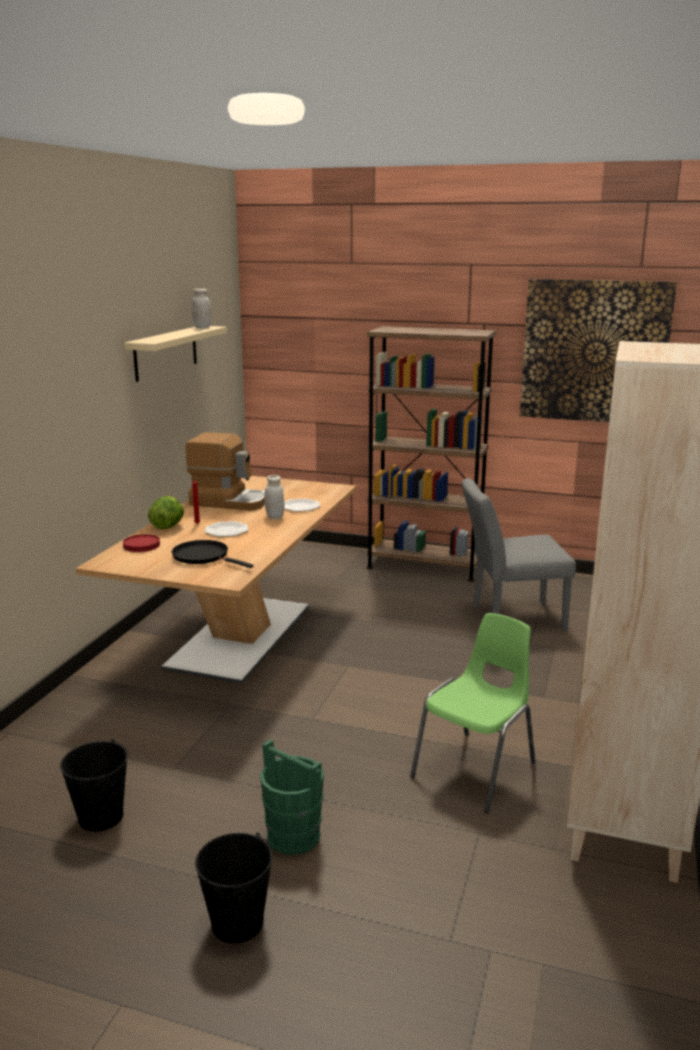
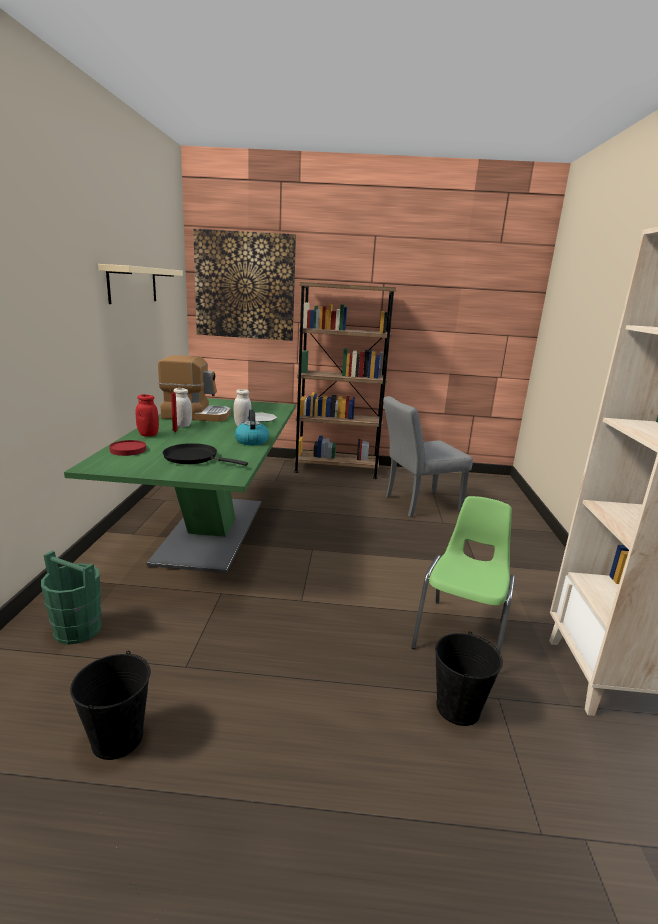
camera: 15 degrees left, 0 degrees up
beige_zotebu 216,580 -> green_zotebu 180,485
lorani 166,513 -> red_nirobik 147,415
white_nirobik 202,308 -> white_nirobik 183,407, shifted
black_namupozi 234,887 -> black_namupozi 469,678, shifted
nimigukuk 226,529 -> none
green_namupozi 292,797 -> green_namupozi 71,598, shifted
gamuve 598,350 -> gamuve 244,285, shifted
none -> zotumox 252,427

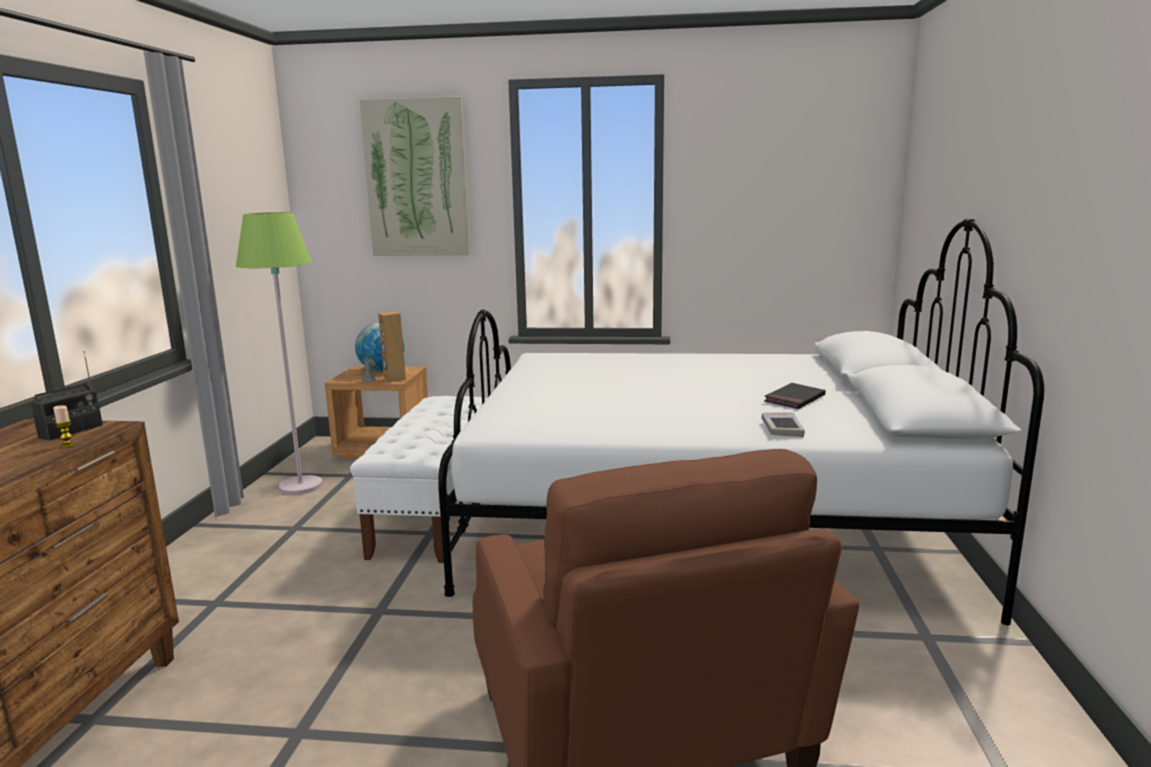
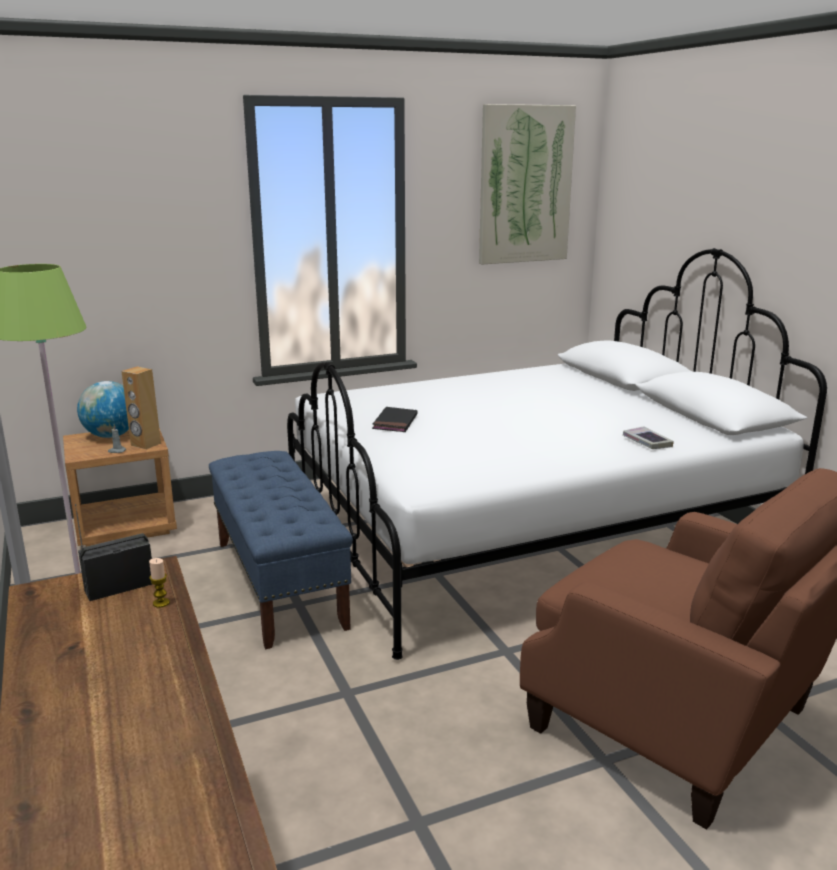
camera: 30 degrees left, 5 degrees up
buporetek 67,396 -> buporetek 113,552, 120 degrees counterclockwise
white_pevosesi 418,479 -> blue_pevosesi 281,550
gamuve 415,176 -> gamuve 527,184, shifted
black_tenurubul 795,396 -> black_tenurubul 395,419, shifted

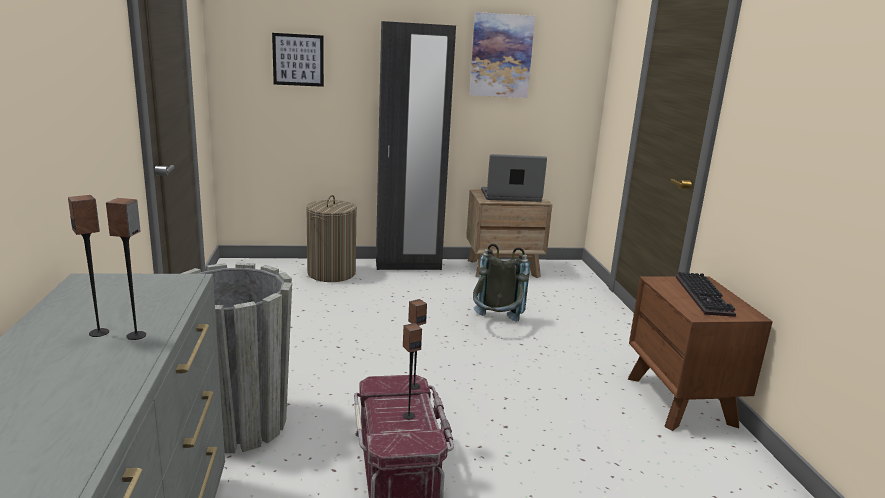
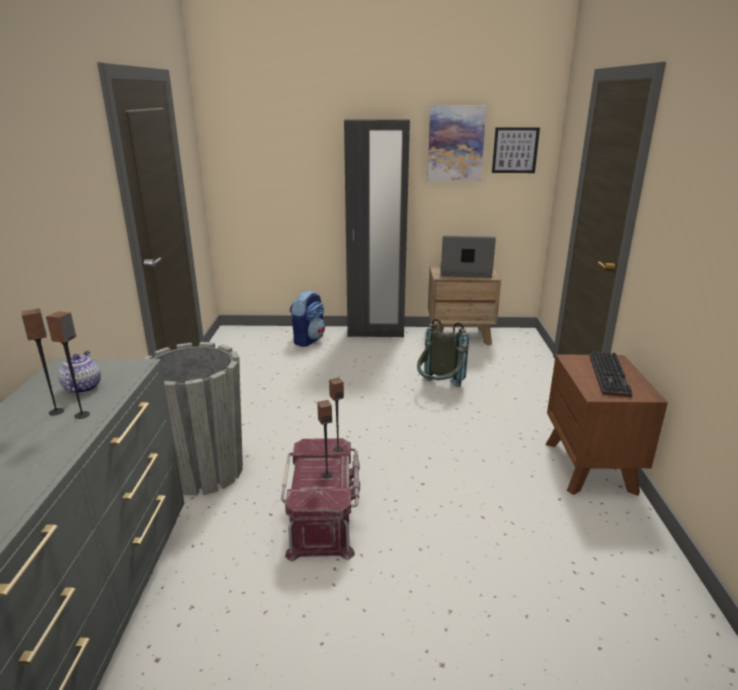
camera: 10 degrees right, 5 degrees up
gamuve 298,60 -> gamuve 516,150, shifted
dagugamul 331,238 -> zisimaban 307,318
none -> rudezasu 79,372

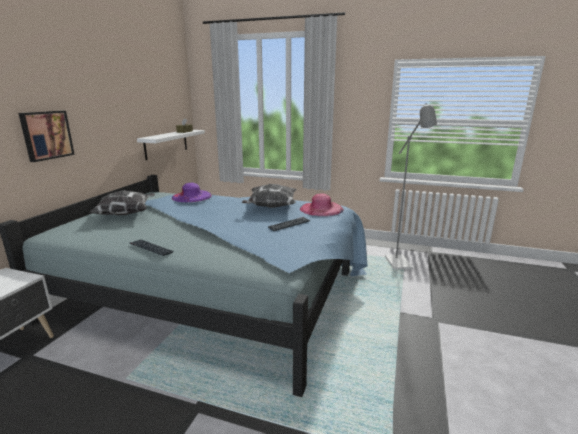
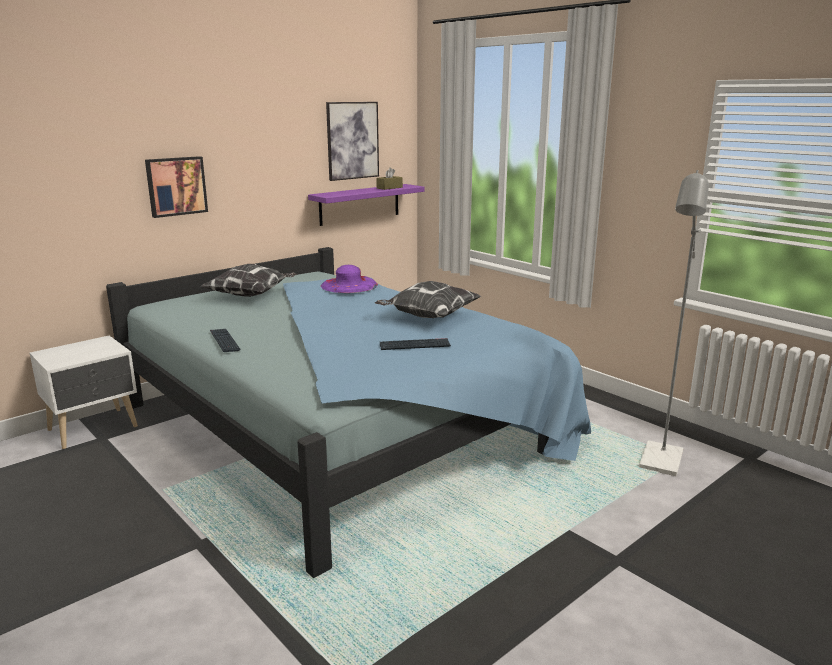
camera: 30 degrees right, 0 degrees up
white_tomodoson 171,145 -> purple_tomodoson 366,205
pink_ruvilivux 322,204 -> none
none -> gamuve 352,141

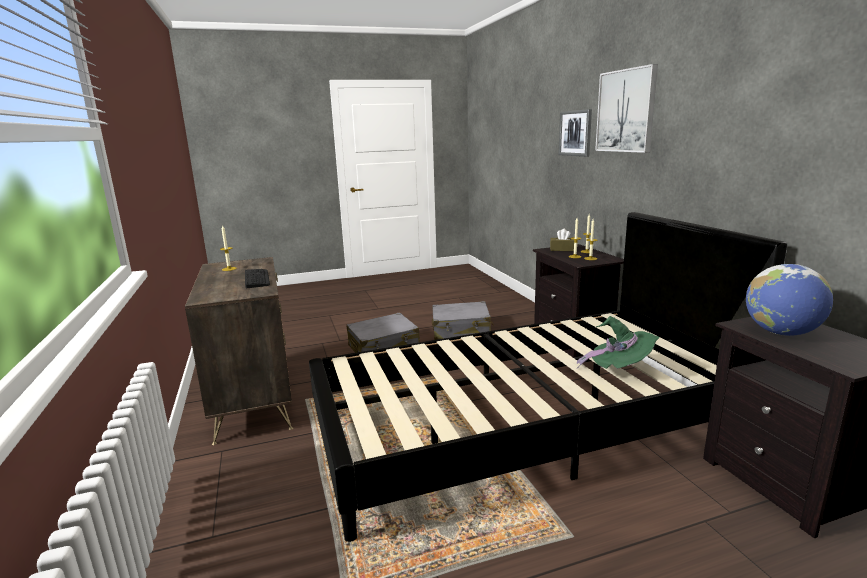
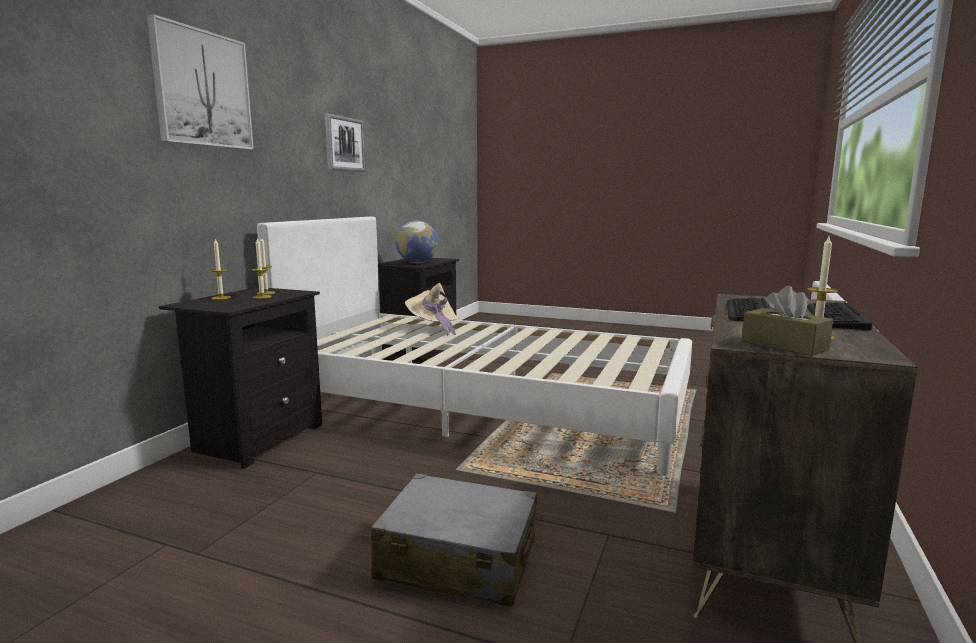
camera: 140 degrees left, 5 degrees down
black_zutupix 548,377 -> white_zutupix 474,346
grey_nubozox 463,320 -> none
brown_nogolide 562,240 -> brown_nogolide 787,321, shifted
gamuve 575,133 -> gamuve 345,143, shifted
green_ruvilivux 618,342 -> beige_ruvilivux 432,309
none -> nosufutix 840,316

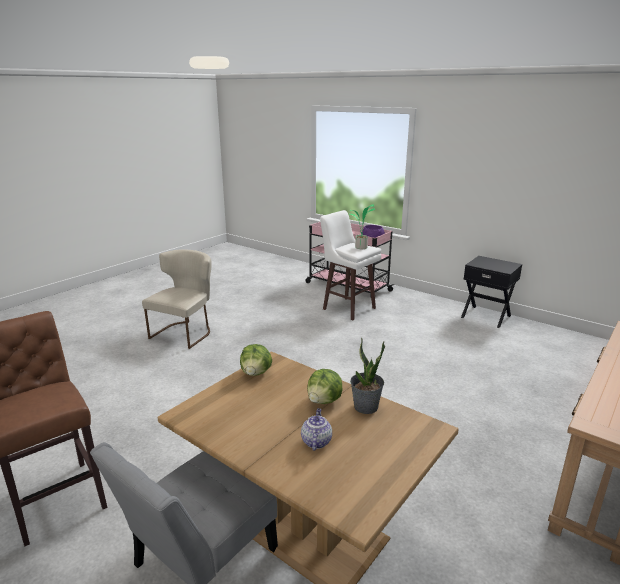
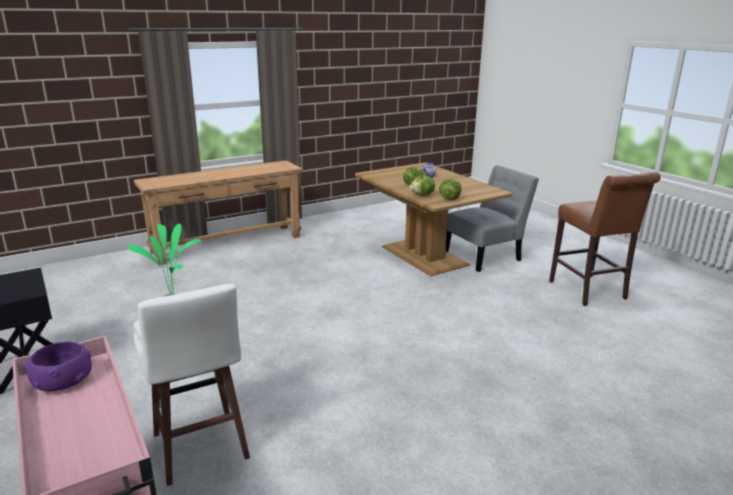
camera: 160 degrees left, 0 degrees up
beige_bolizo 177,299 -> none
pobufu 367,375 -> none
none -> lorani 422,185

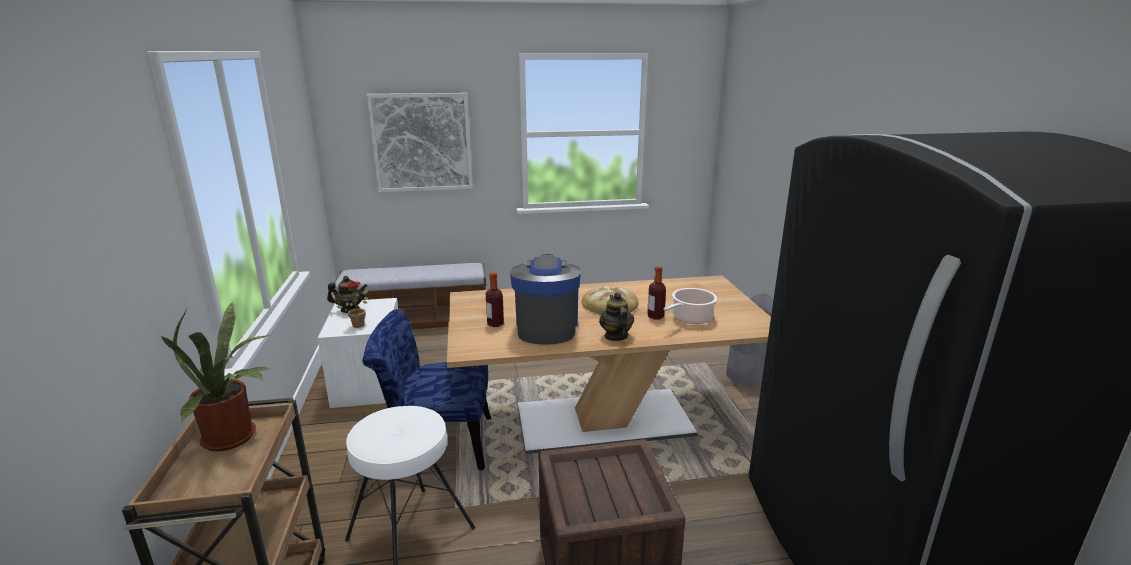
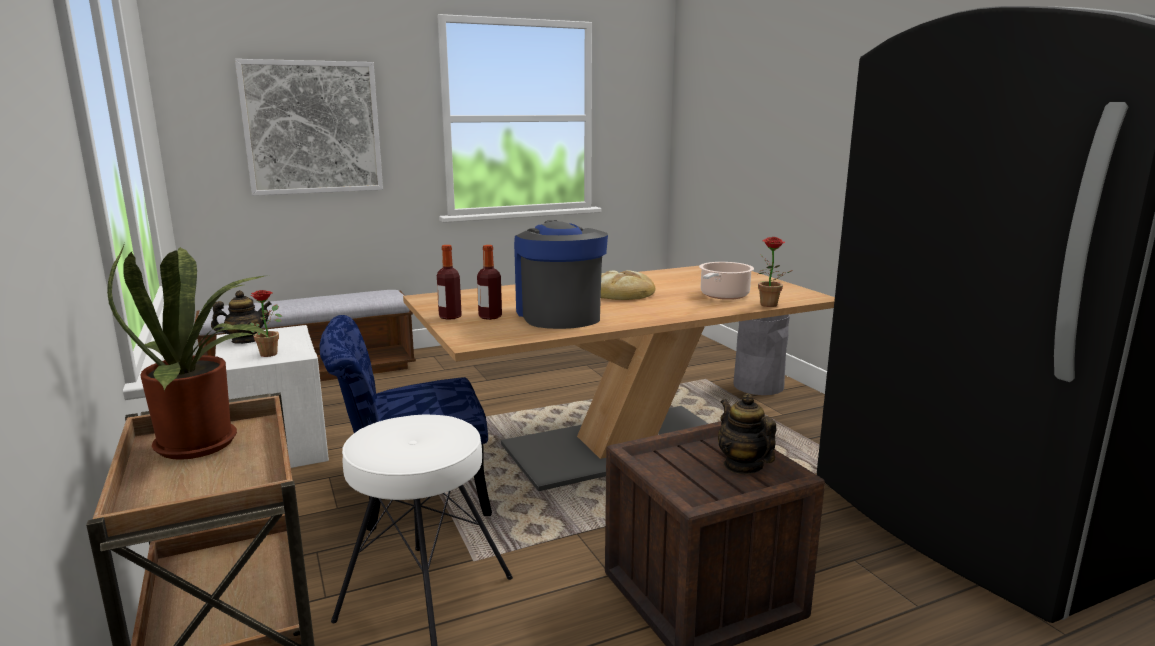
camera: 15 degrees left, 5 degrees down
rudezasu 616,316 -> rudezasu 747,433, shifted
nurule 656,293 -> nurule 449,282, shifted
none -> pobufu 775,272

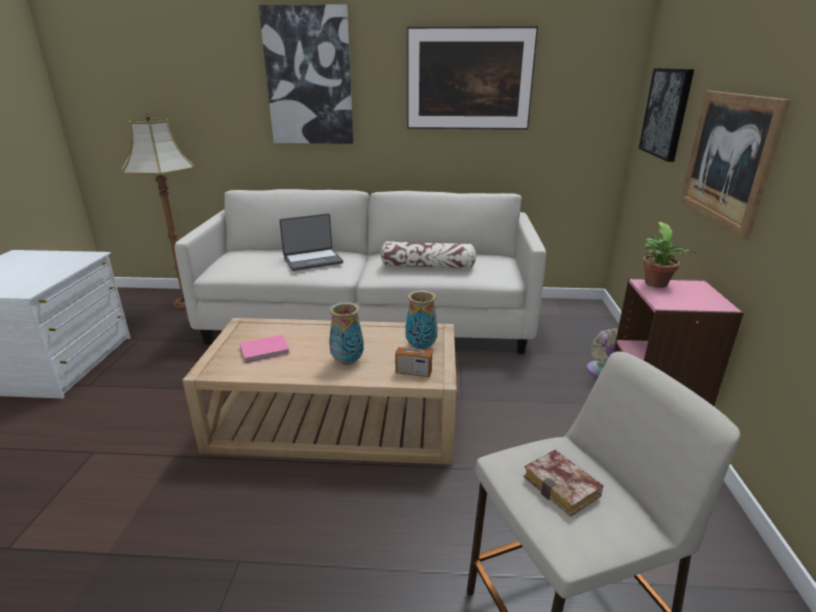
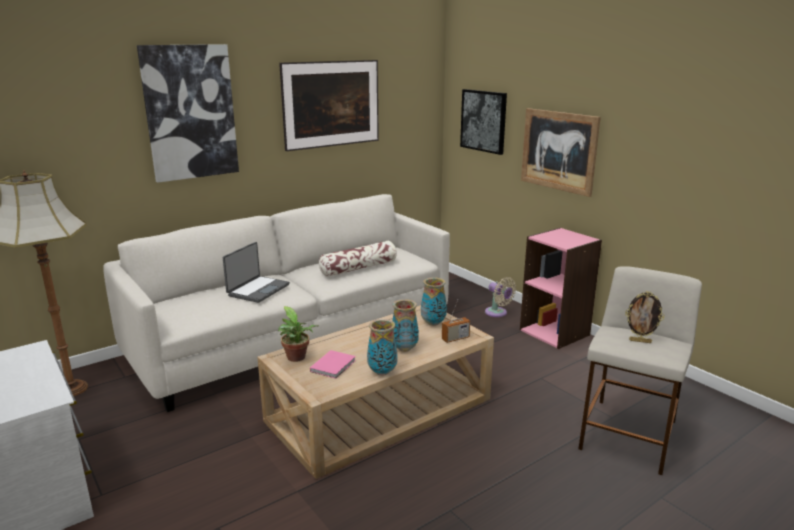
camera: 40 degrees left, 5 degrees down
tenurubul 563,483 -> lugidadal 645,317
pobufu 669,255 -> pobufu 298,334, shifted
none -> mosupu 382,347

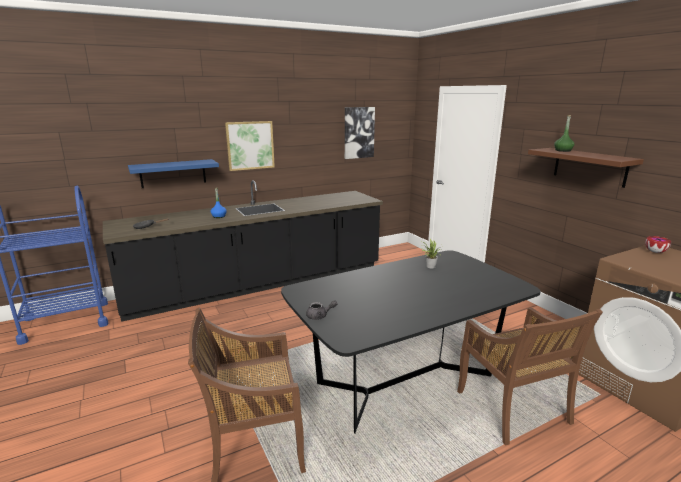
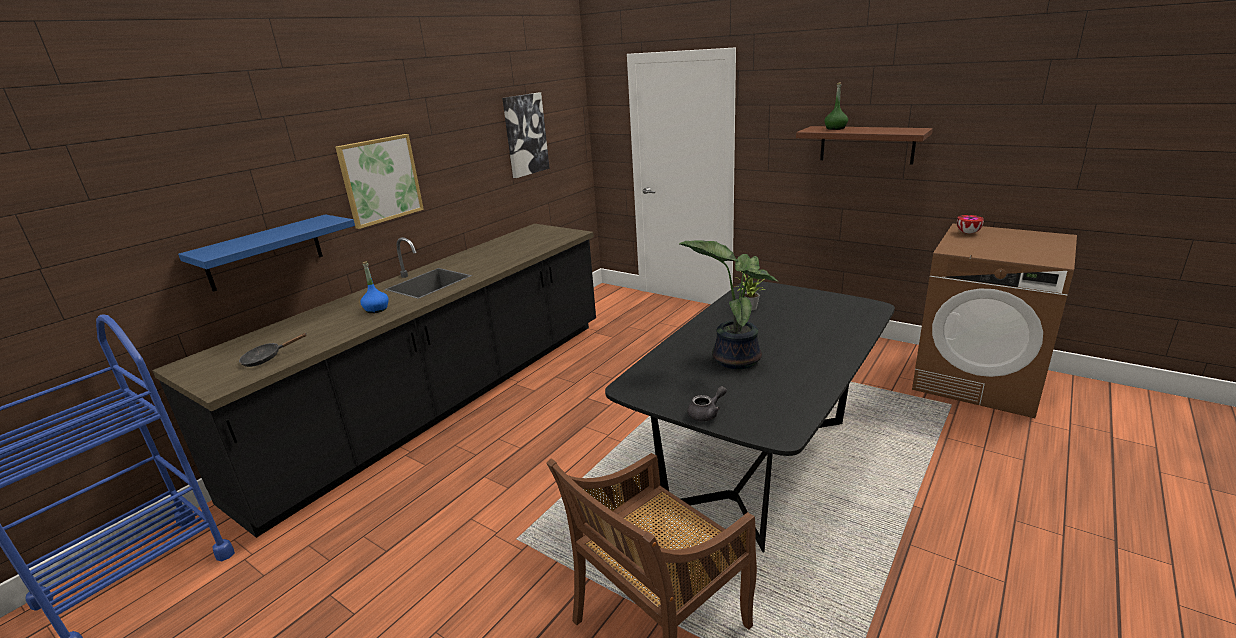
camera: 25 degrees left, 5 degrees up
brown_bolizo 530,376 -> none
none -> pobufu 729,305

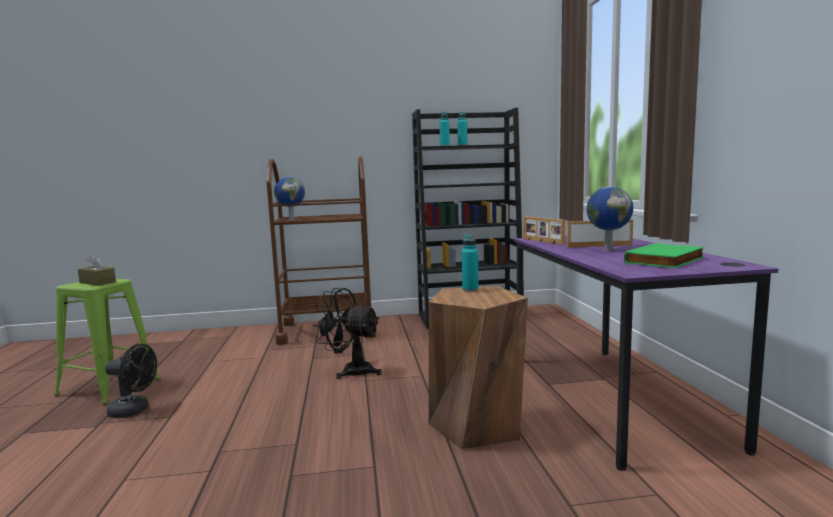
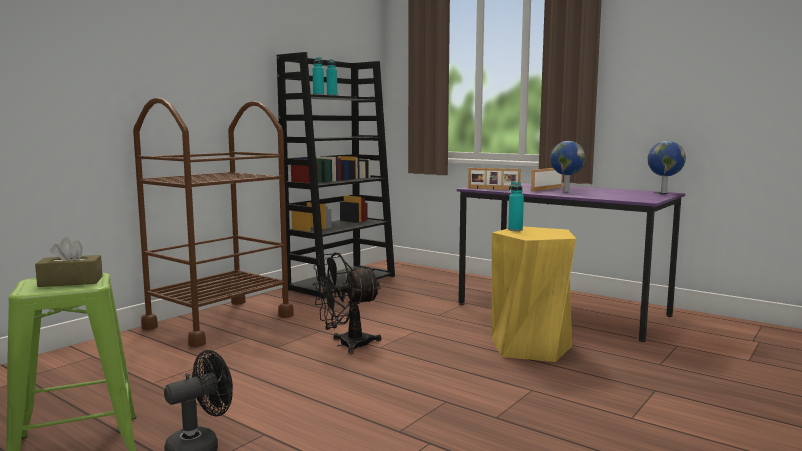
camera: 45 degrees left, 0 degrees up
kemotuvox 289,199 -> kemotuvox 666,167, shifted
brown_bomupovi 478,368 -> yellow_bomupovi 534,294
green_tenurubul 664,255 -> none

